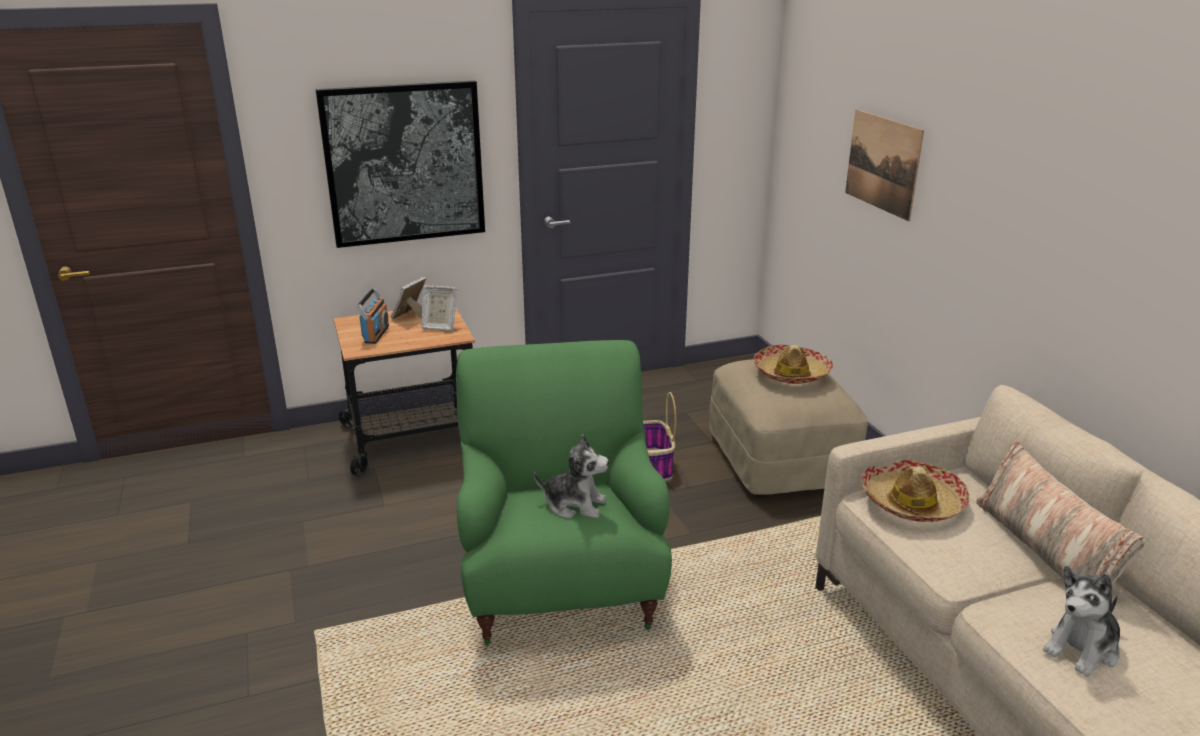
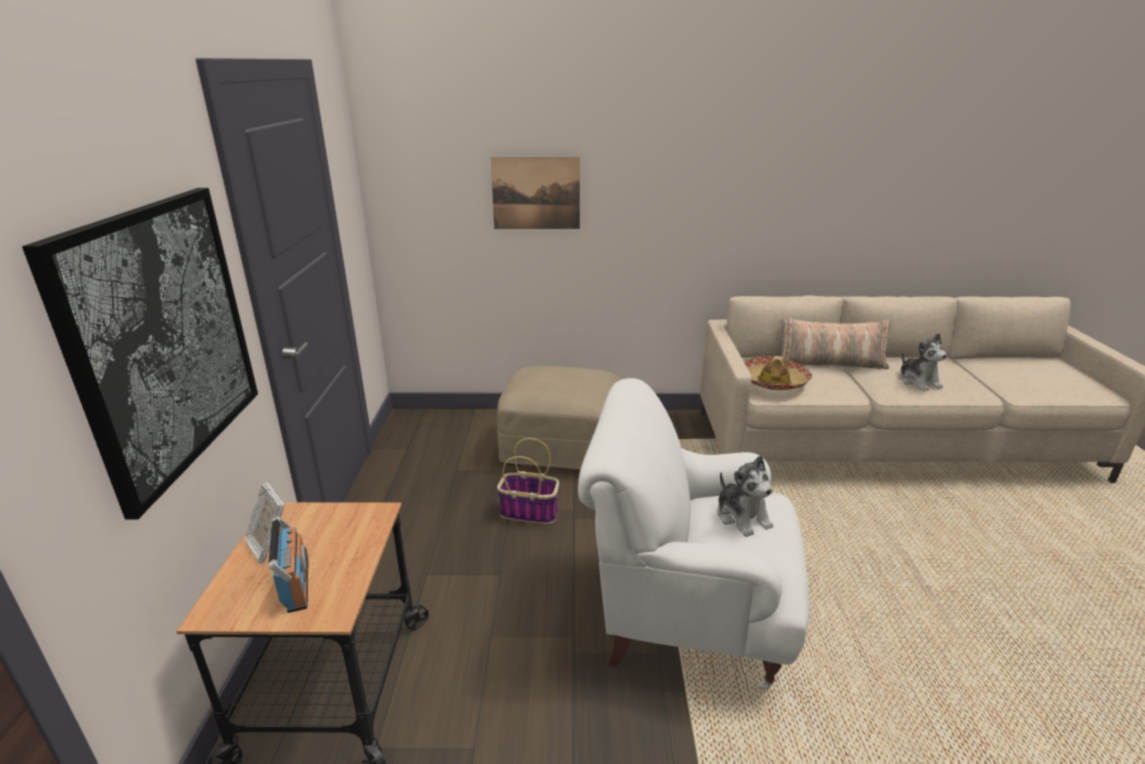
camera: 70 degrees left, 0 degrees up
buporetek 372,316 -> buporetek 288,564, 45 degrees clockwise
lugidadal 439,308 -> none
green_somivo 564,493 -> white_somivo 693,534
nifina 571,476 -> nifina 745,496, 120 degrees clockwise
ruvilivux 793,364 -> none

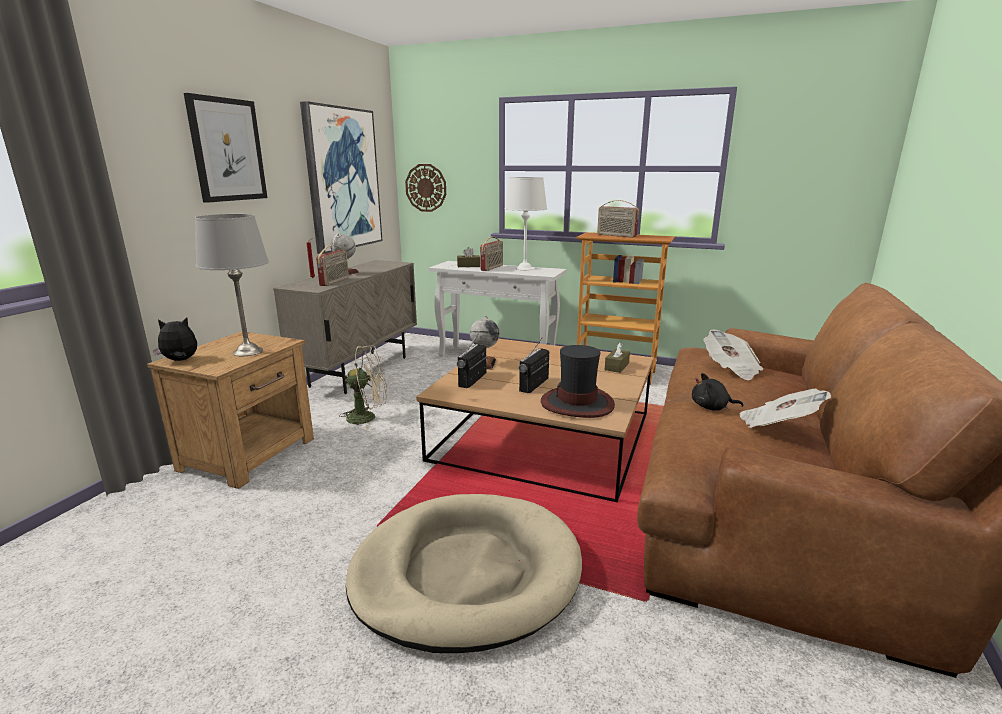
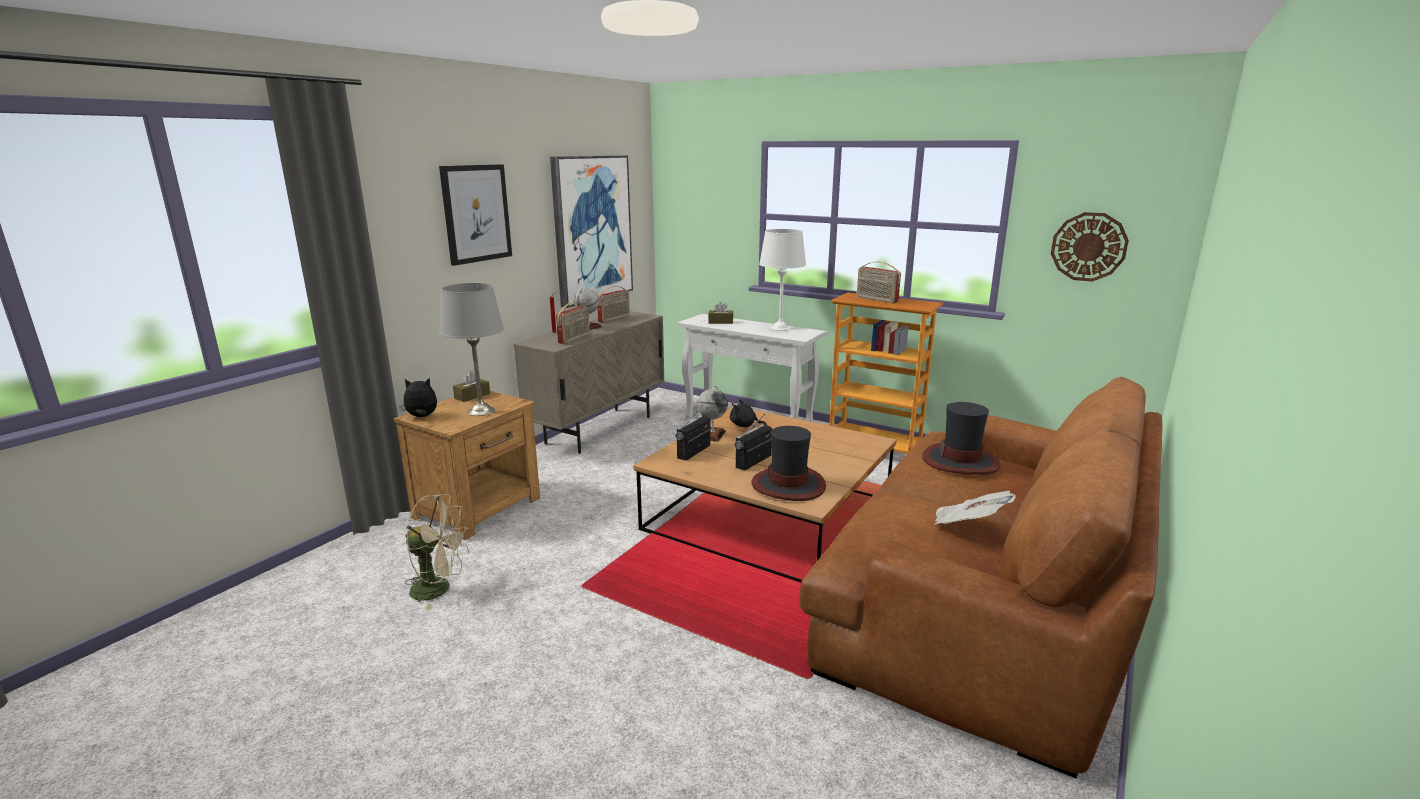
camera: 10 degrees right, 0 degrees up
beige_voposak 363,387 -> beige_voposak 437,552, shifted
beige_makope 464,573 -> none
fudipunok 425,188 -> fudipunok 1090,247, shifted
buporetek 491,254 -> buporetek 613,304, shifted
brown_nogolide 617,357 -> brown_nogolide 471,386, shifted
black_nifina 717,392 -> black_nifina 748,413, shifted
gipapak 733,354 -> ruvilivux 961,438

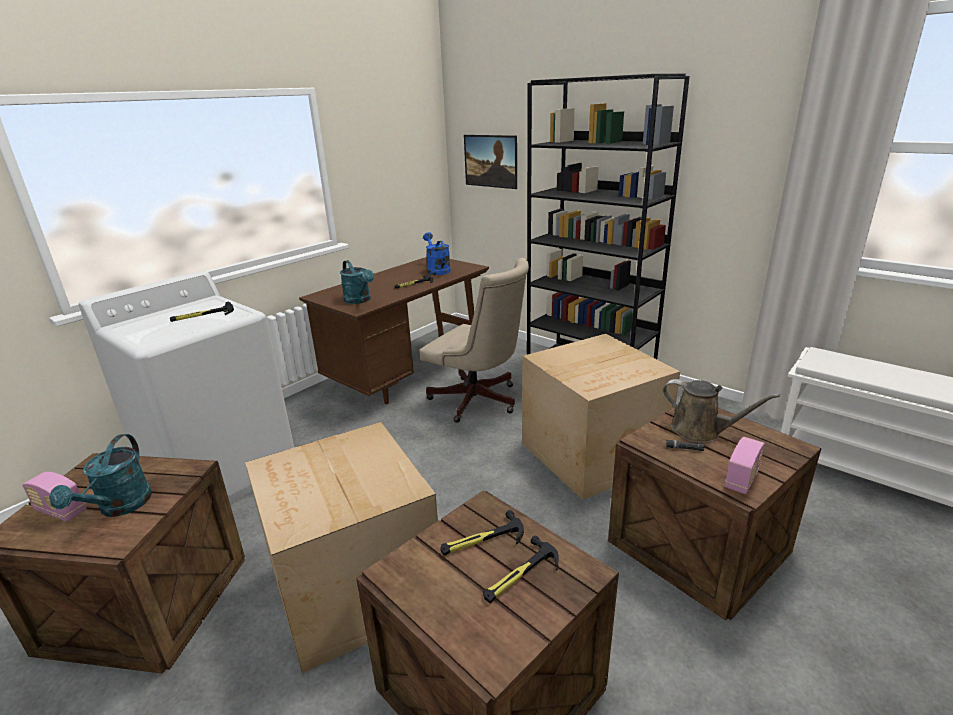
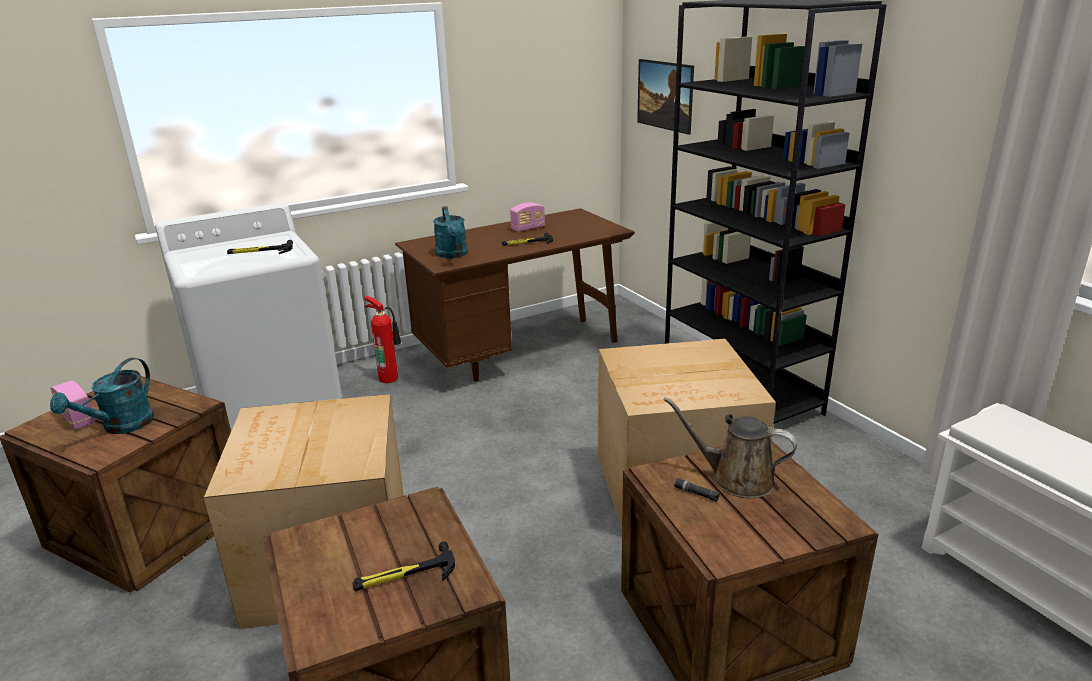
camera: 20 degrees right, 0 degrees up
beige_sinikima 474,340 -> none
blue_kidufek 437,253 -> none
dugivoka 482,533 -> none
brown_kidufek 721,411 -> brown_kidufek 730,448, 150 degrees clockwise
buporetek 745,465 -> buporetek 527,217, shifted
none -> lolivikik 382,339

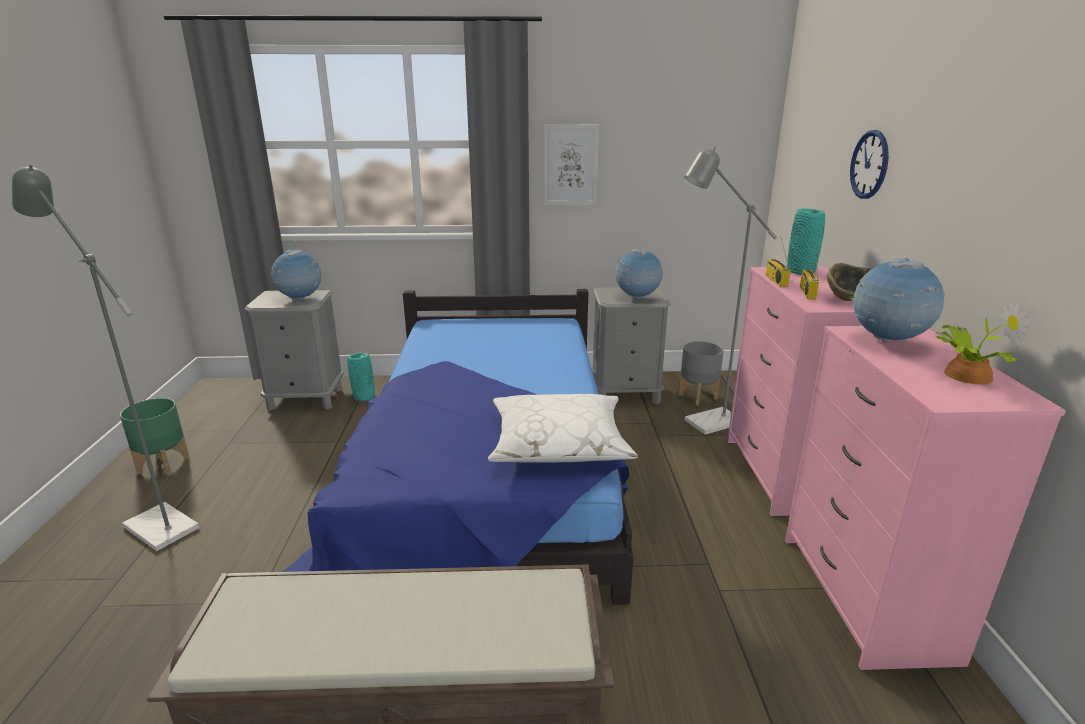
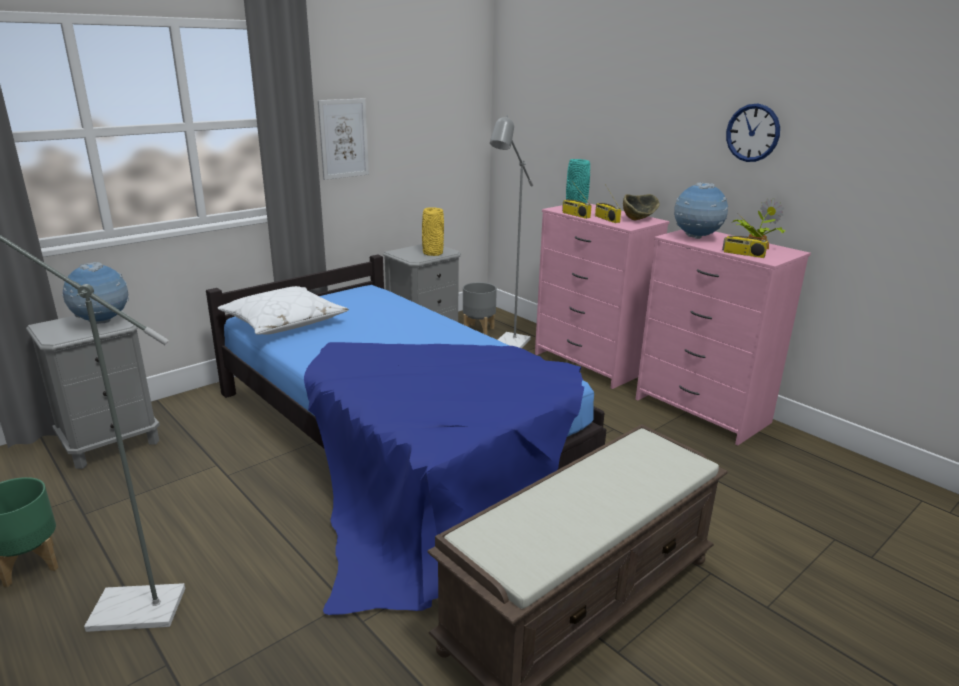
camera: 40 degrees left, 0 degrees up
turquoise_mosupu 361,376 -> none
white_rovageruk 563,428 -> white_rovageruk 283,310, shifted
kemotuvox 639,274 -> yellow_mosupu 433,231
fudipunok 869,164 -> fudipunok 753,133, shifted
none -> buporetek 745,236

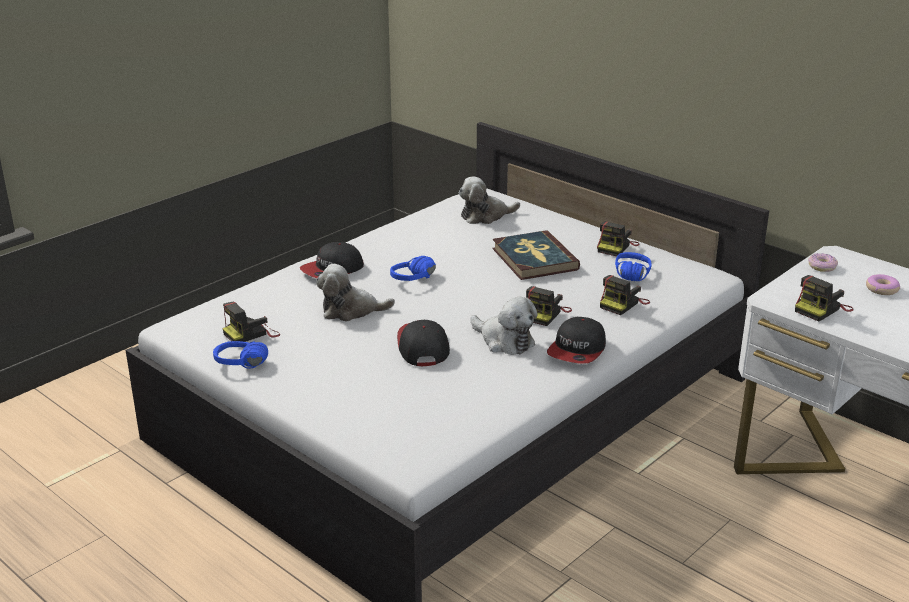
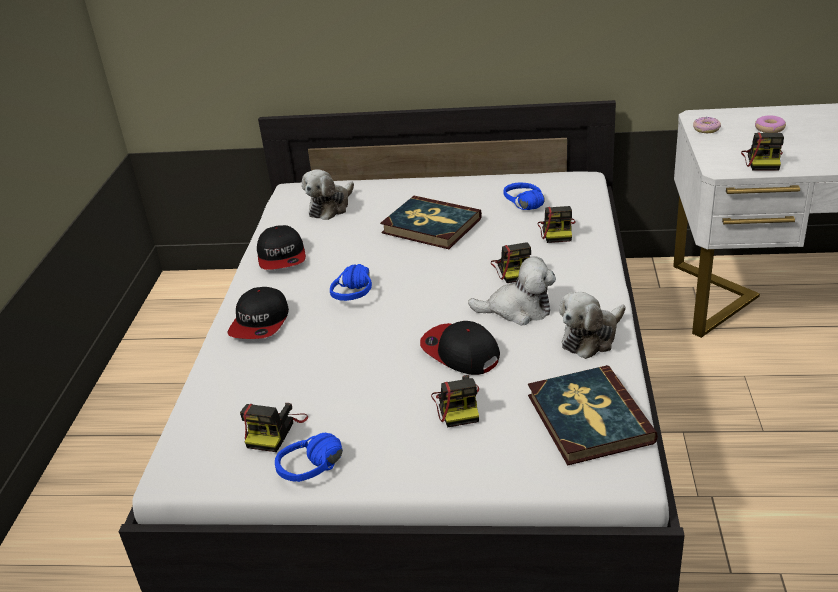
camera: 35 degrees left, 5 degrees up
nifina 355,292 -> nifina 592,325, shifted
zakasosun 576,340 -> zakasosun 281,247, shifted
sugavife 618,238 -> sugavife 455,401, shifted
none -> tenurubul 593,415

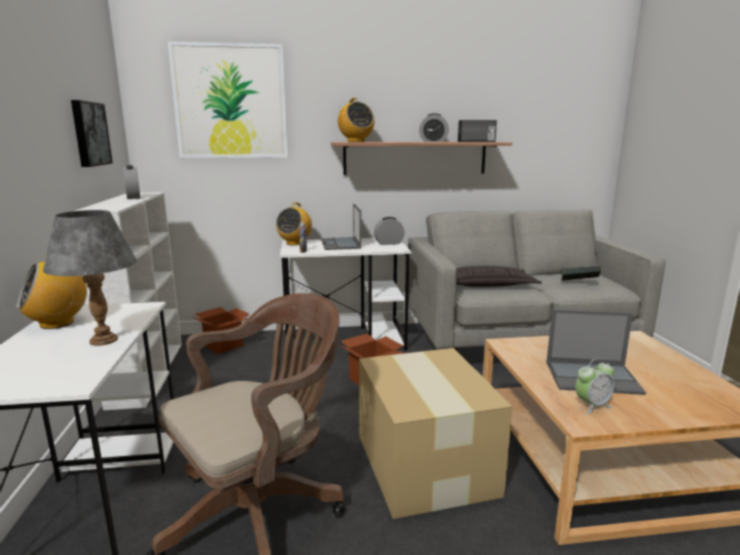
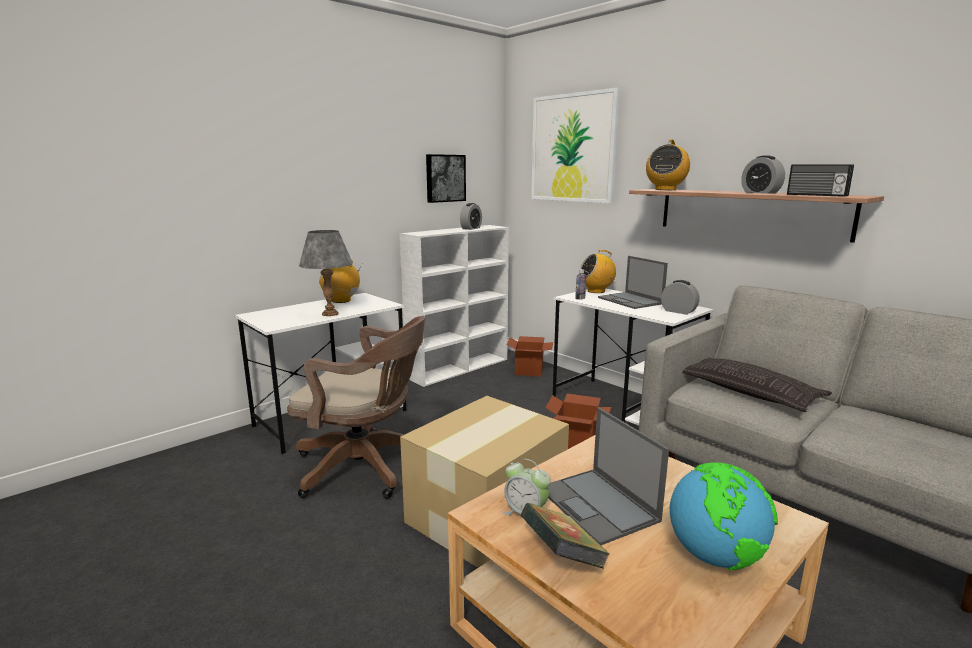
camera: 55 degrees right, 0 degrees up
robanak 341,227 -> robanak 633,282, 75 degrees counterclockwise
tenurubul 581,273 -> tenurubul 565,536, shifted
none -> kemotuvox 724,516

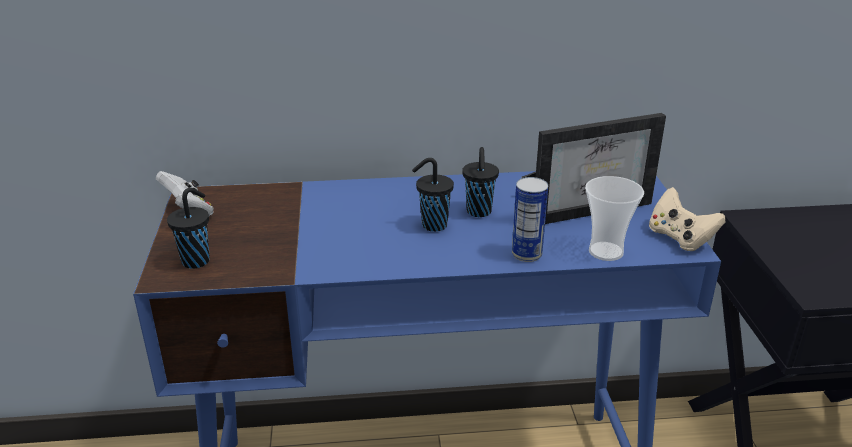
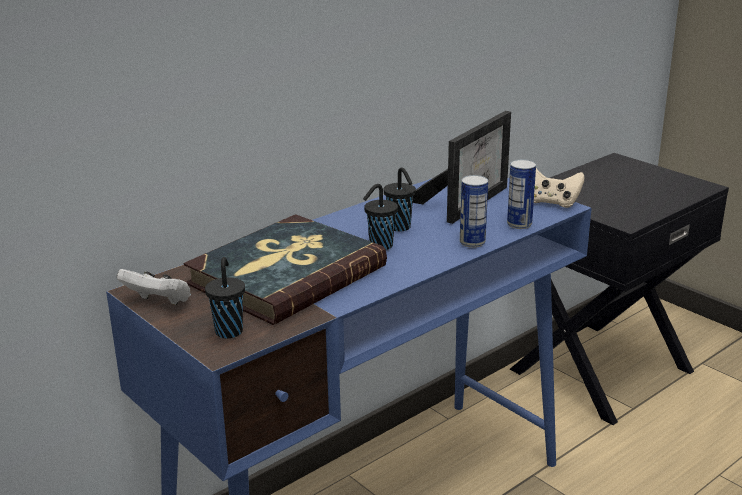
camera: 35 degrees left, 5 degrees down
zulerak 614,218 -> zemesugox 521,194
none -> tenurubul 285,269

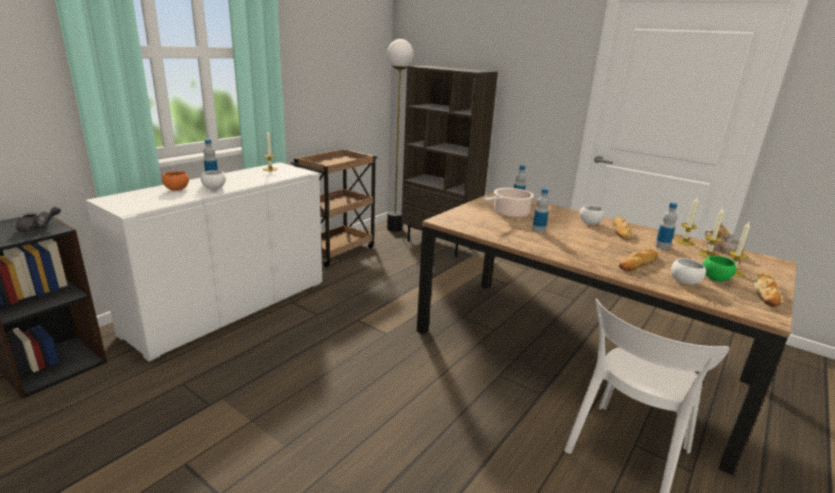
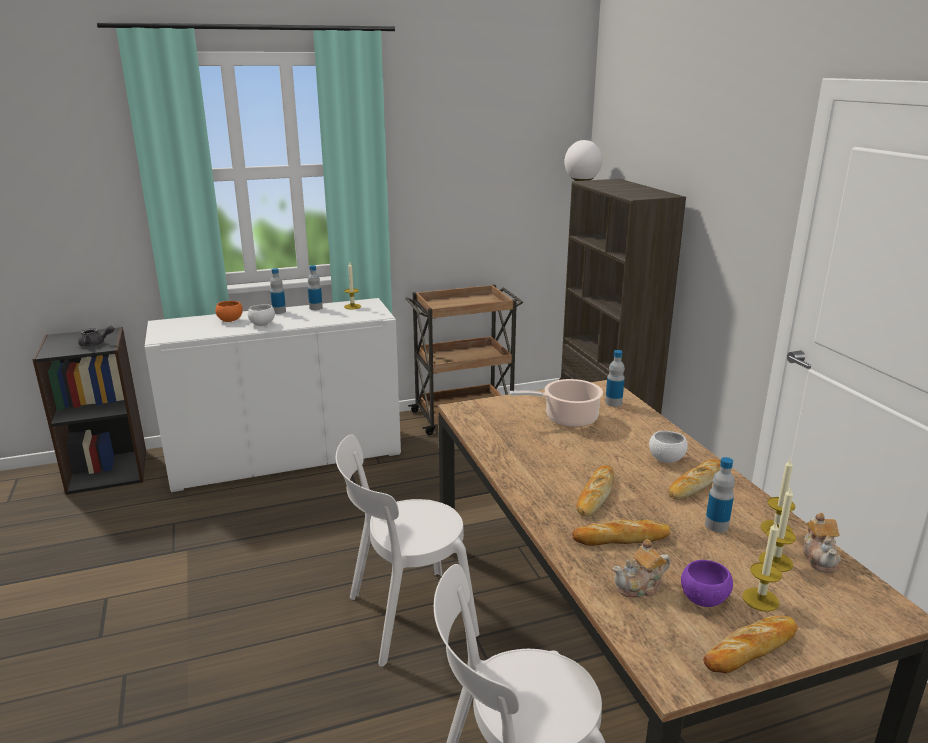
camera: 35 degrees right, 0 degrees up
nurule 540,210 -> nurule 315,287, shifted
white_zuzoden 688,271 -> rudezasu 641,568
green_zuzoden 719,269 -> purple_zuzoden 707,583
none -> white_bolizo 407,551
none -> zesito 595,491

